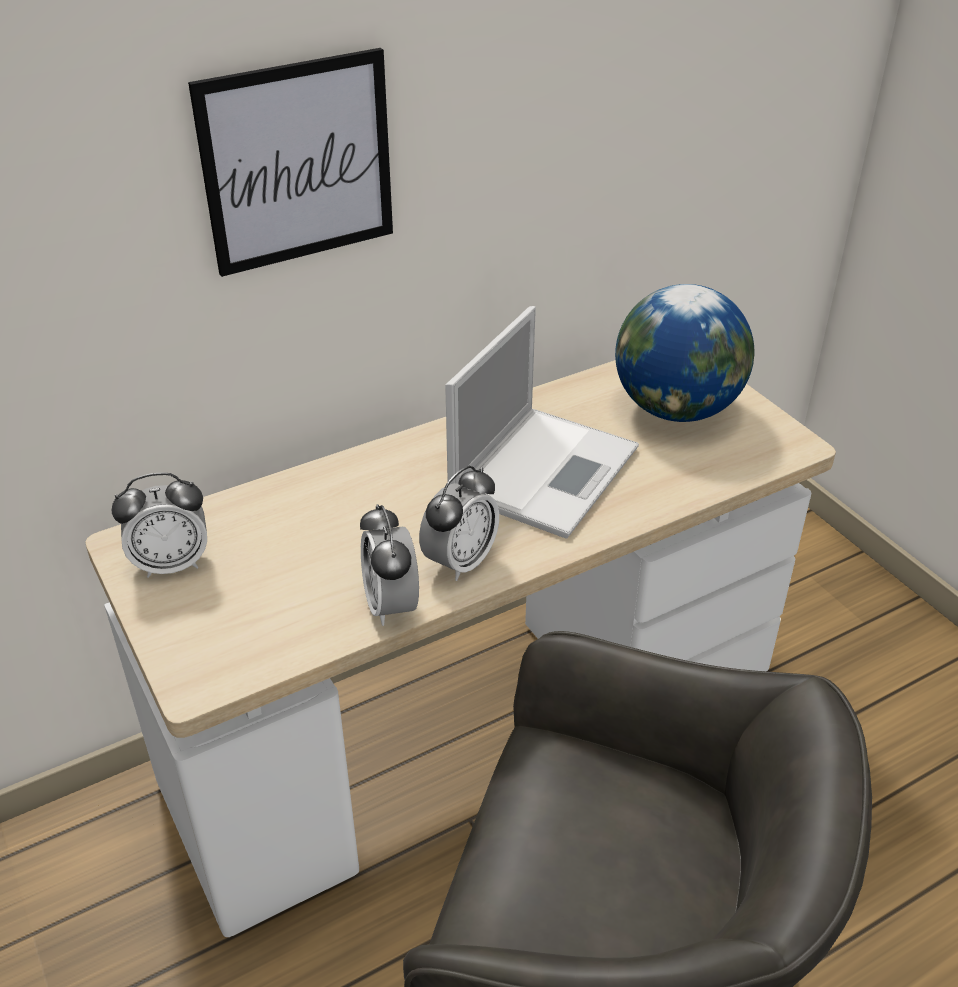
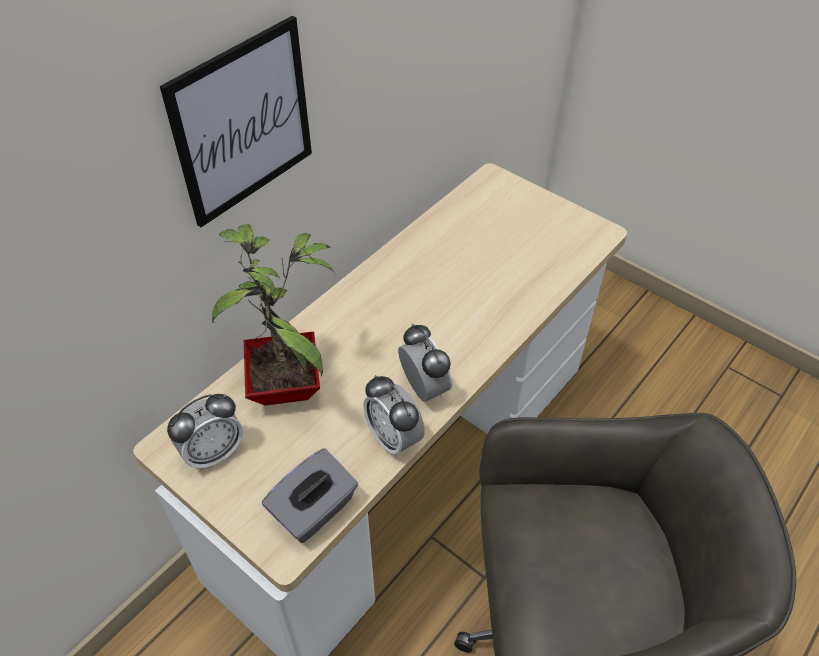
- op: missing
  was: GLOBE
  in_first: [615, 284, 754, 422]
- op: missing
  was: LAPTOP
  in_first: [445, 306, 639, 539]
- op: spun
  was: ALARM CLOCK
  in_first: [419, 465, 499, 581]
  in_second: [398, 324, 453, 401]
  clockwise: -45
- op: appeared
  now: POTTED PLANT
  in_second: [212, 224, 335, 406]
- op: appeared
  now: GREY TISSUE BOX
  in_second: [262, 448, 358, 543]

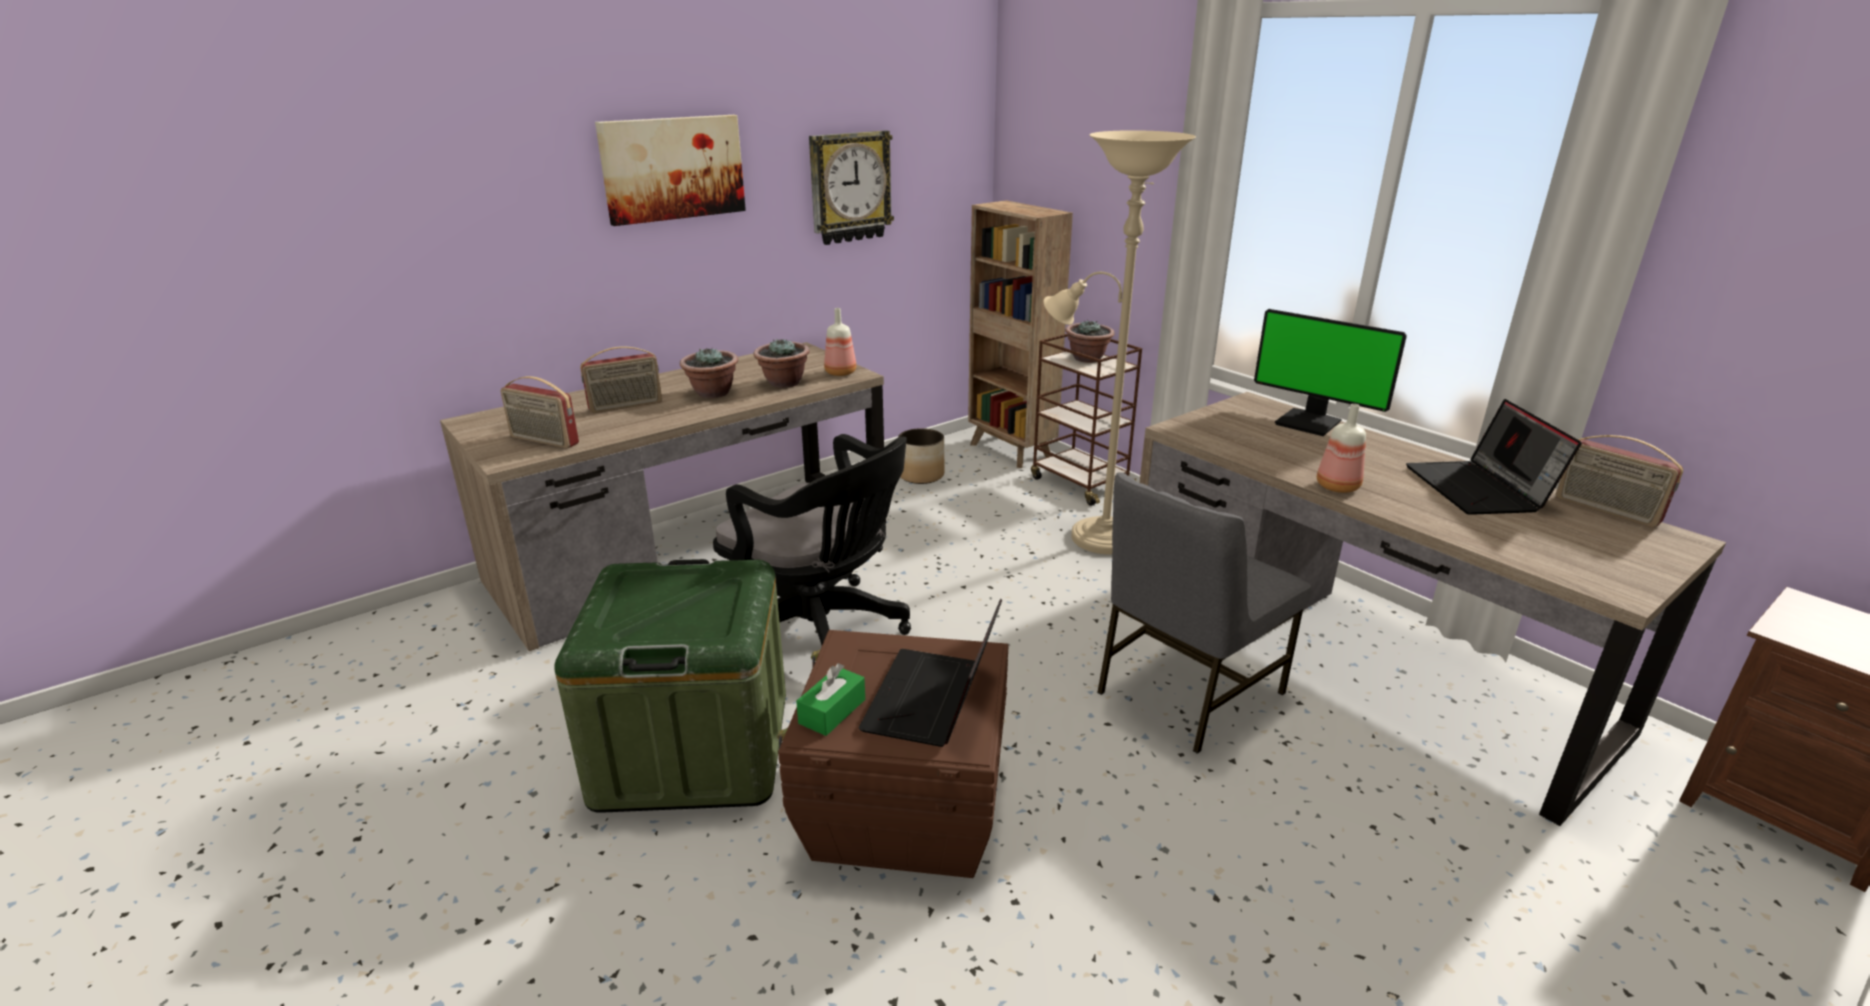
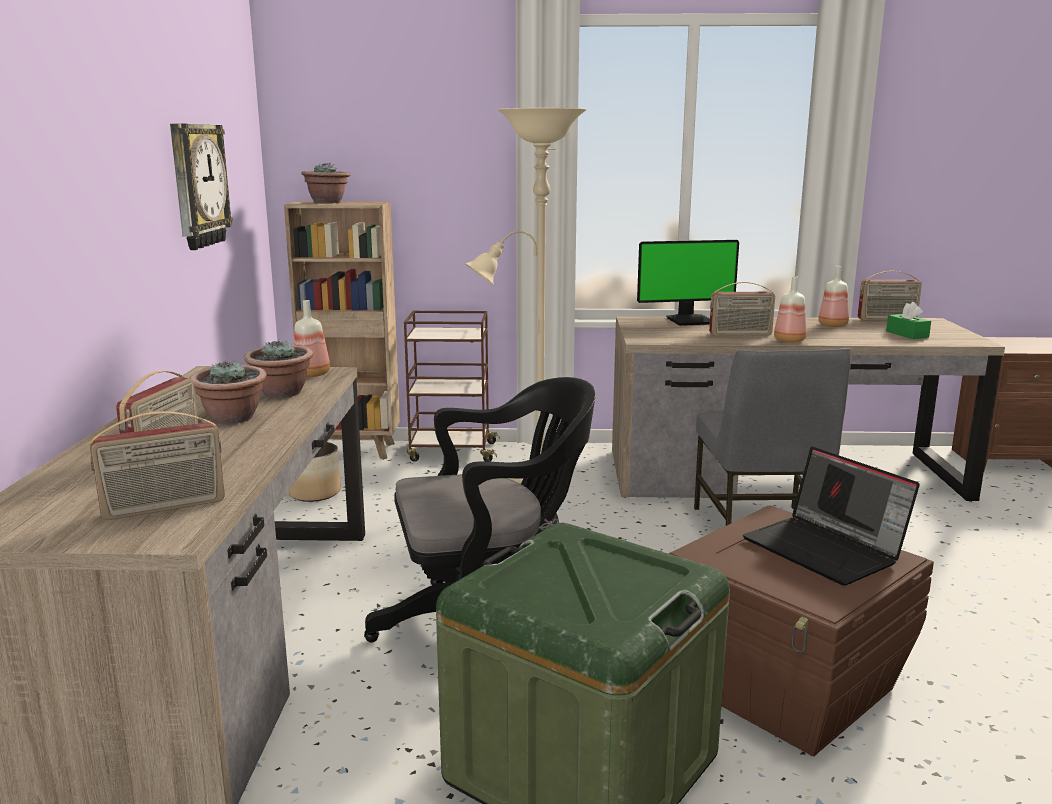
- op: missing
  was: PICTURE
  in_first: [595, 115, 746, 226]
- op: relocated
  was: POTTED PLANT
  in_first: [1066, 321, 1115, 363]
  in_second: [301, 163, 350, 203]
- op: exchanged
  was: LAPTOP
  now: BOTTLE
  in_first: [1406, 399, 1582, 515]
  in_second: [818, 266, 849, 327]
- op: relocated
  was: GREEN TISSUE BOX
  in_first: [796, 663, 865, 736]
  in_second: [886, 302, 931, 339]
- op: appeared
  now: RADIO
  in_second: [709, 282, 775, 336]

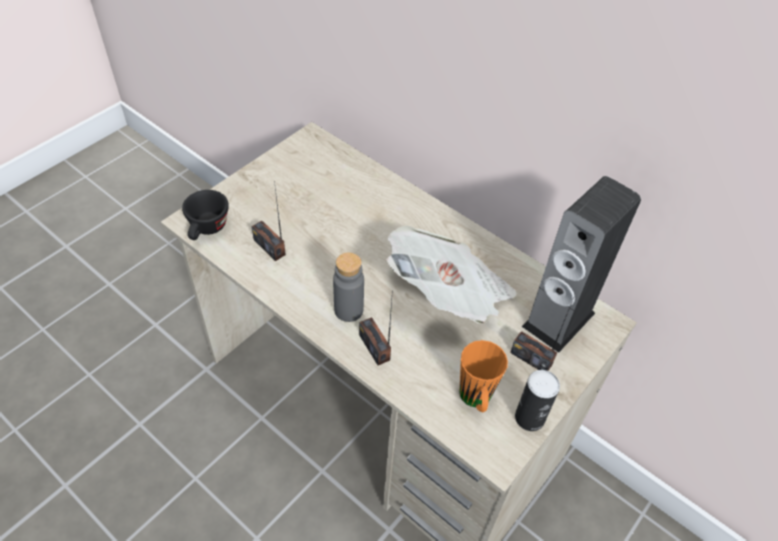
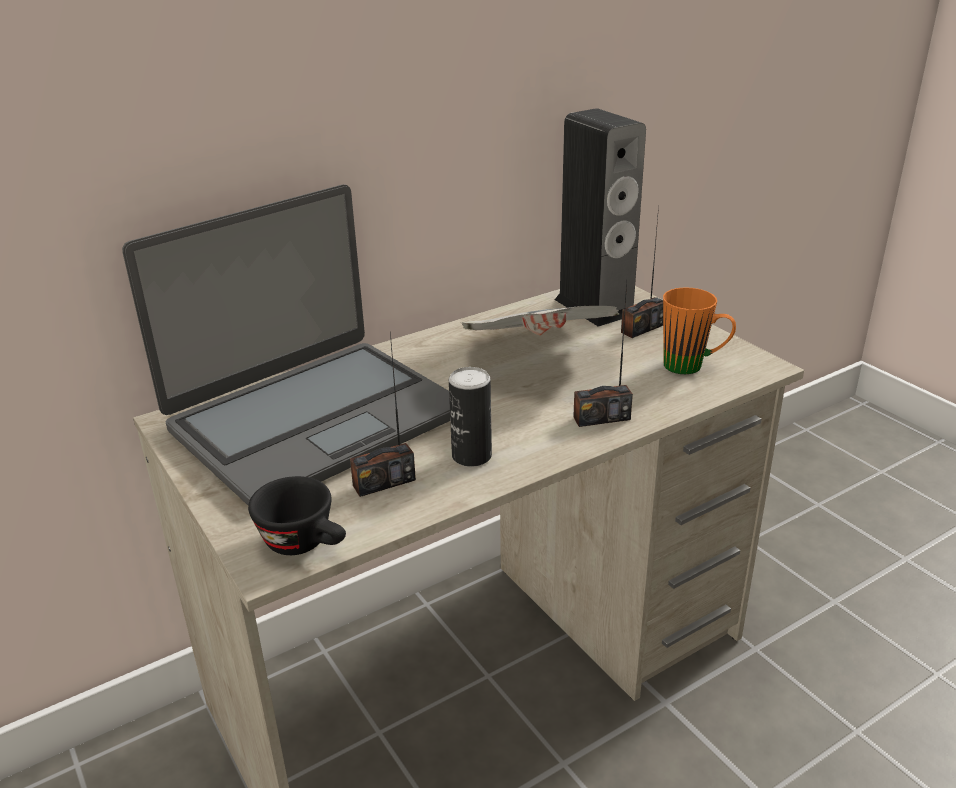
- op: missing
  was: GREY BOTTLE
  in_first: [333, 252, 364, 322]
- op: relocated
  was: CAN
  in_first: [515, 370, 560, 431]
  in_second: [449, 367, 492, 467]
- op: appeared
  now: LAPTOP
  in_second: [122, 184, 450, 505]

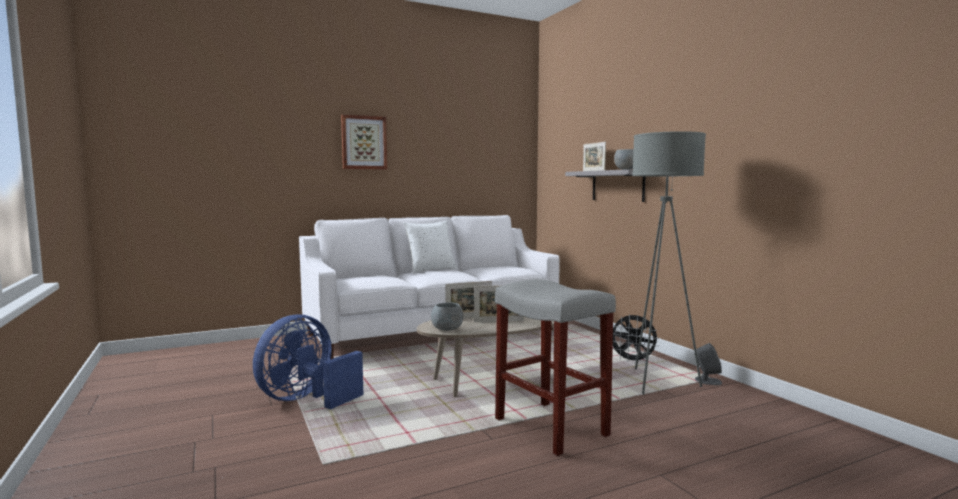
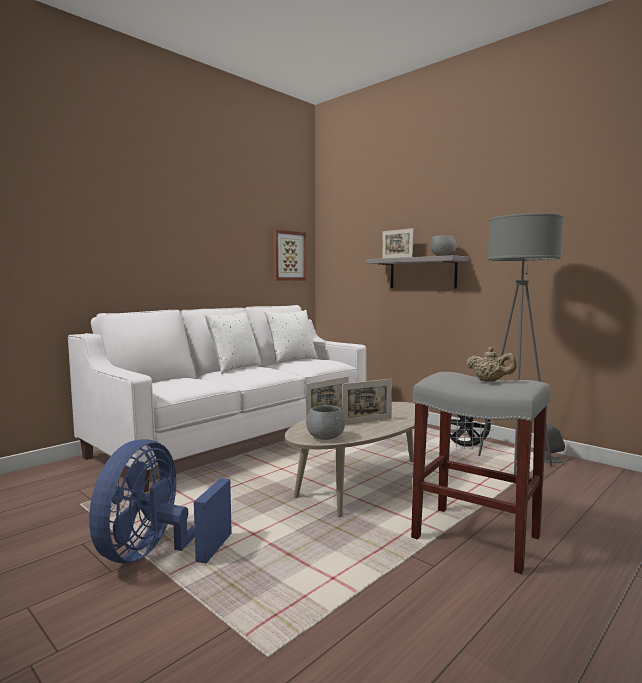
- op: relocated
  was: PICTURE
  in_first: [341, 114, 387, 170]
  in_second: [273, 229, 306, 281]
- op: appeared
  now: WHITE PILLOW
  in_second: [264, 310, 318, 364]
- op: appeared
  now: BEIGE TEAPOT
  in_second: [466, 347, 517, 381]

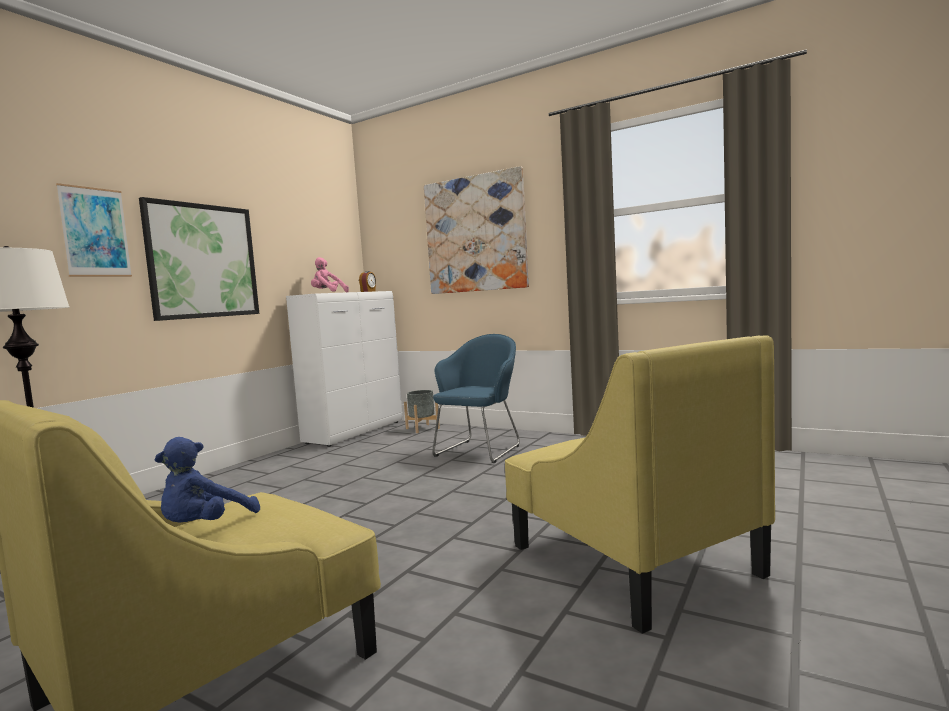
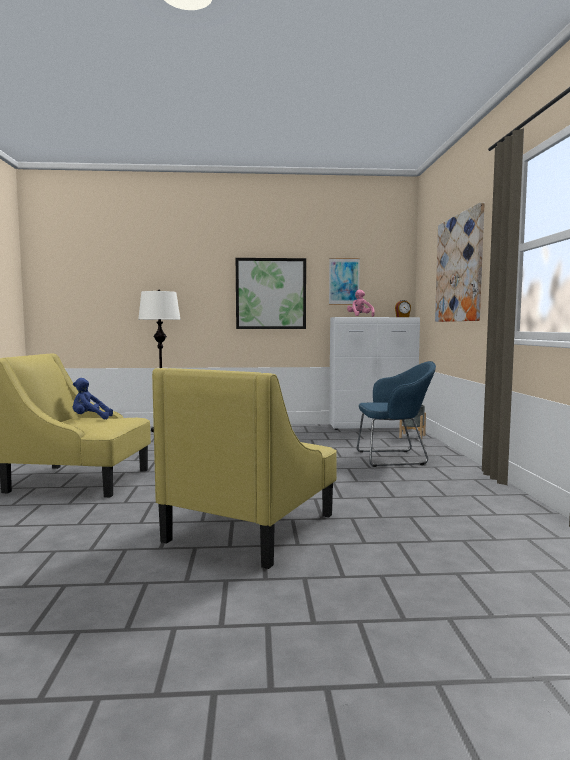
- op: relocated
  was: PICTURE
  in_first: [56, 183, 132, 277]
  in_second: [329, 258, 360, 305]

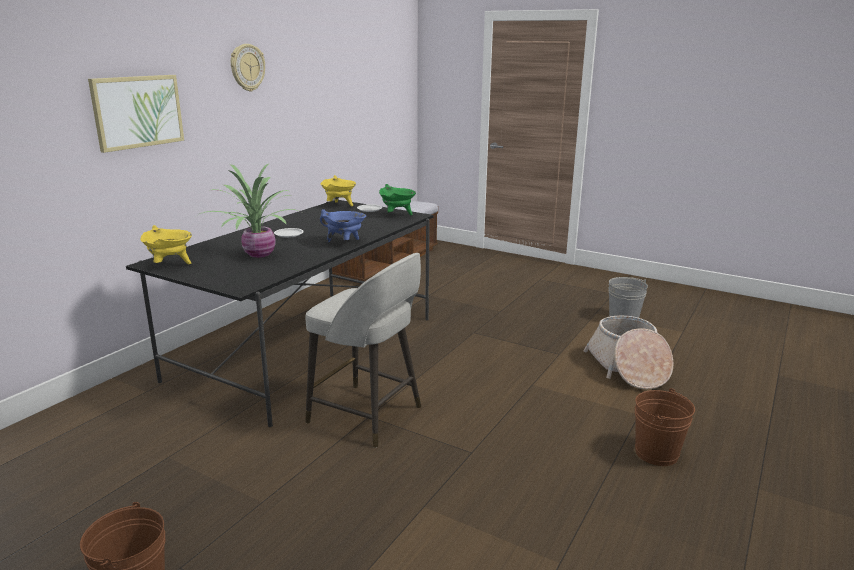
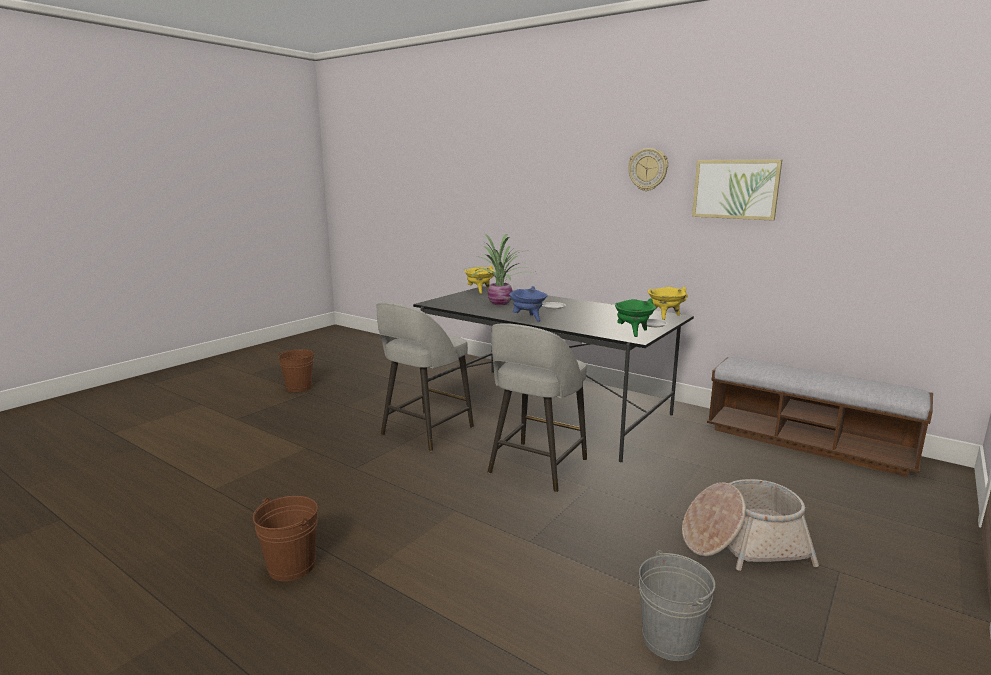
- op: relocated
  was: PICTURE
  in_first: [88, 75, 184, 153]
  in_second: [692, 159, 782, 221]
- op: relocated
  was: BASKET
  in_first: [583, 316, 674, 389]
  in_second: [682, 479, 819, 571]
- op: appeared
  now: GREY STOOL
  in_second: [488, 323, 587, 492]

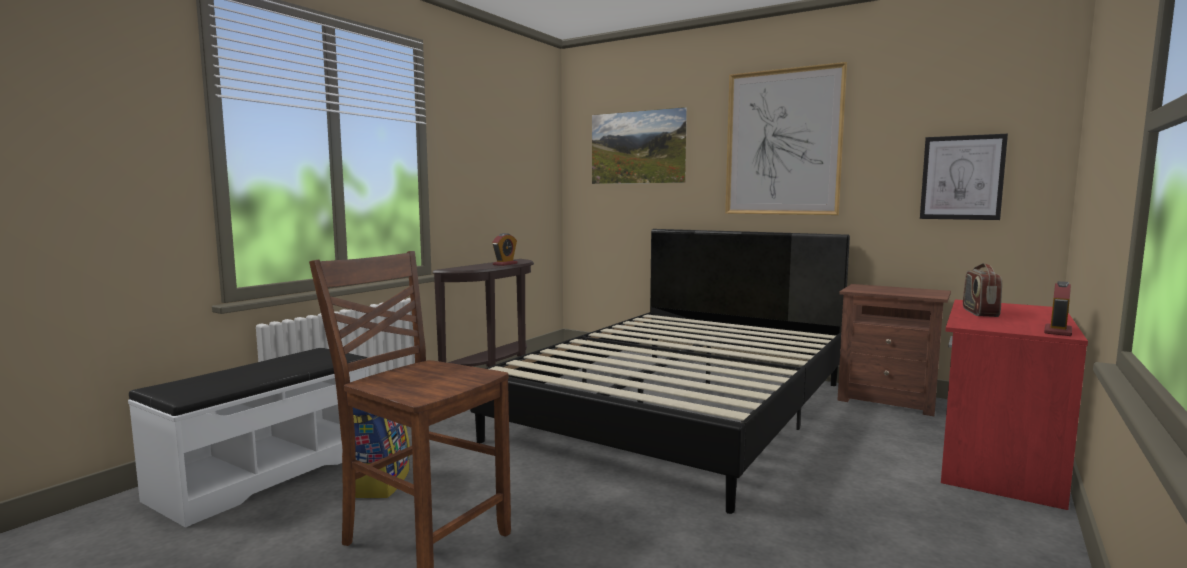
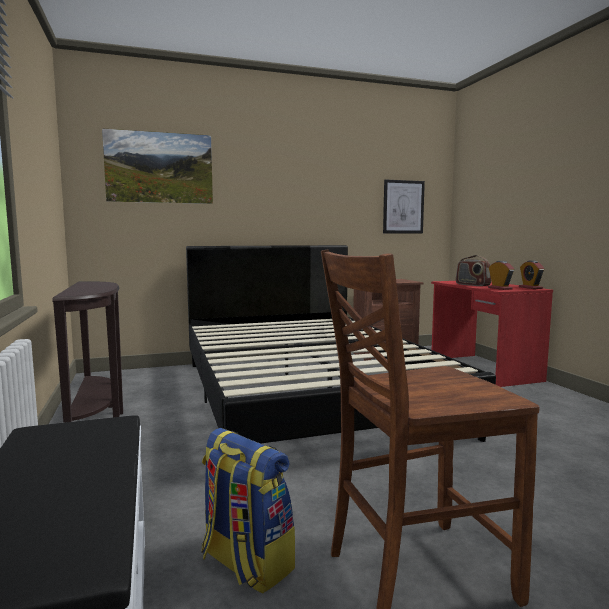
- op: missing
  was: PICTURE
  in_first: [725, 62, 847, 215]
- op: relocated
  was: ALARM CLOCK
  in_first: [492, 233, 517, 266]
  in_second: [488, 261, 514, 290]

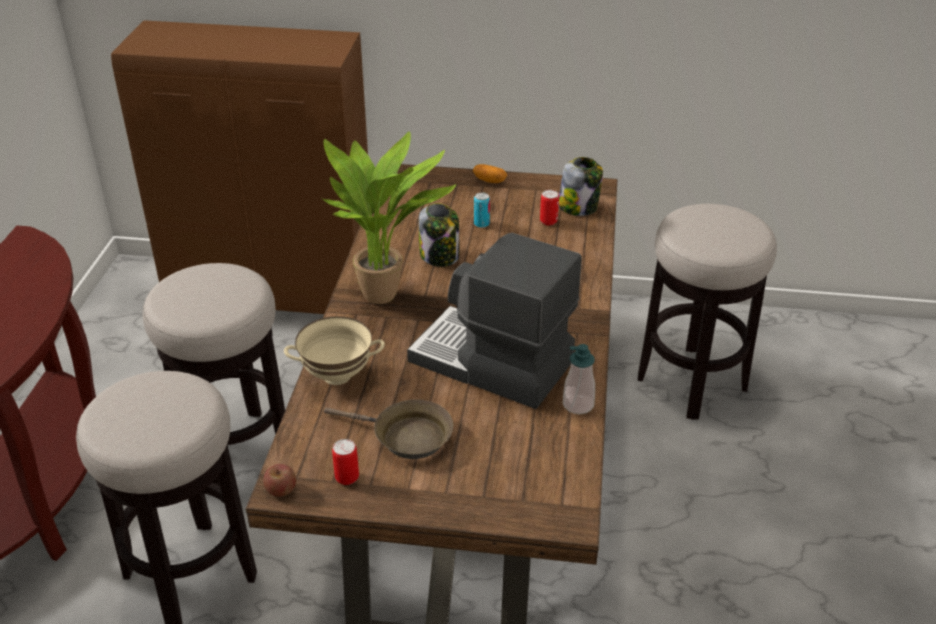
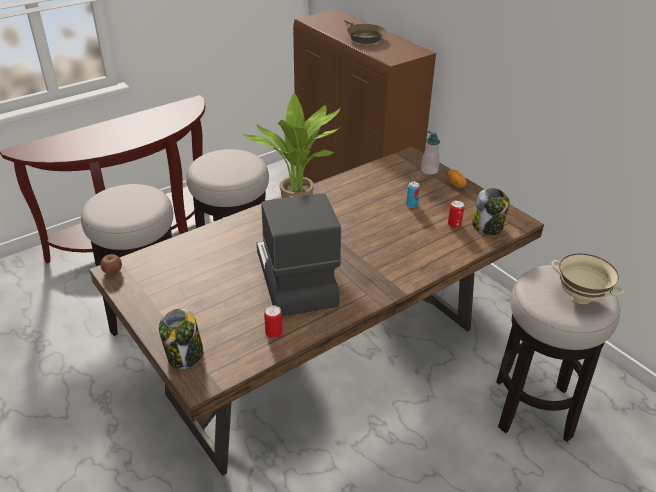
- op: relocated
  was: JAR
  in_first: [419, 203, 459, 267]
  in_second: [159, 309, 203, 369]
- op: relocated
  was: BEIGE BOWL
  in_first: [284, 316, 385, 385]
  in_second: [551, 254, 625, 304]
- op: relocated
  was: SOAP DISPENSER
  in_first: [563, 344, 595, 414]
  in_second: [421, 131, 440, 175]
- op: relocated
  was: BROWN FRYING PAN
  in_first: [324, 399, 453, 459]
  in_second: [344, 19, 386, 44]
- op: relocated
  was: CAN
  in_first: [332, 439, 359, 485]
  in_second: [264, 305, 282, 338]

